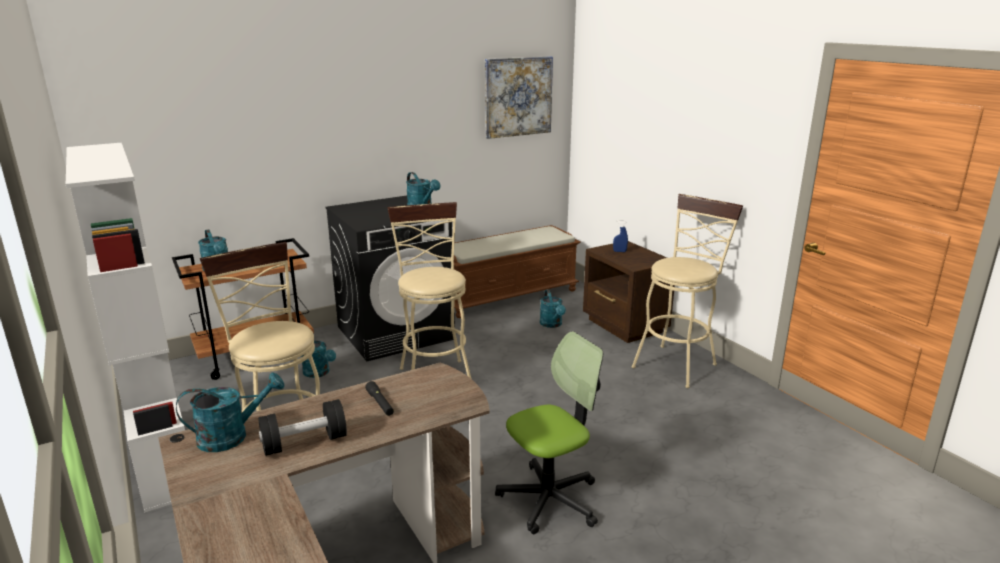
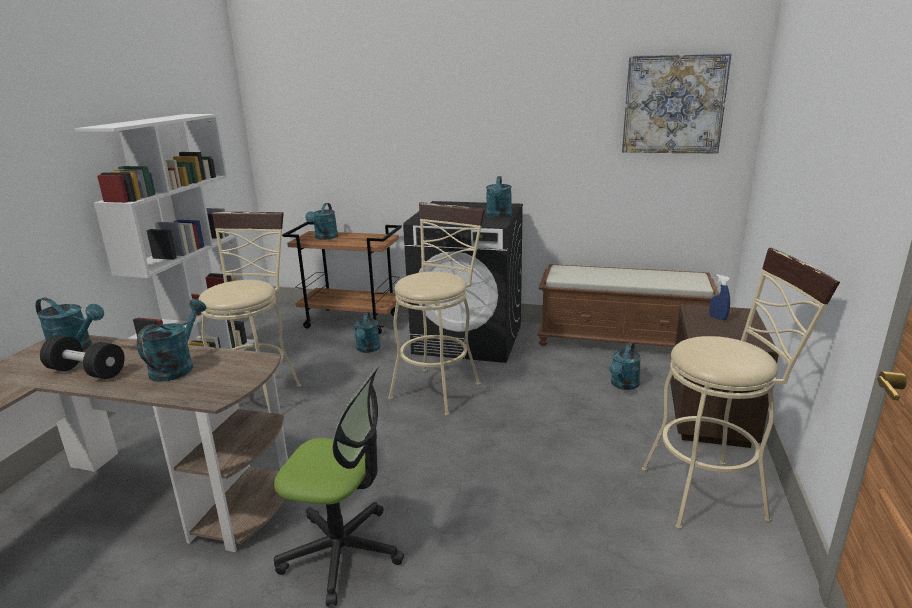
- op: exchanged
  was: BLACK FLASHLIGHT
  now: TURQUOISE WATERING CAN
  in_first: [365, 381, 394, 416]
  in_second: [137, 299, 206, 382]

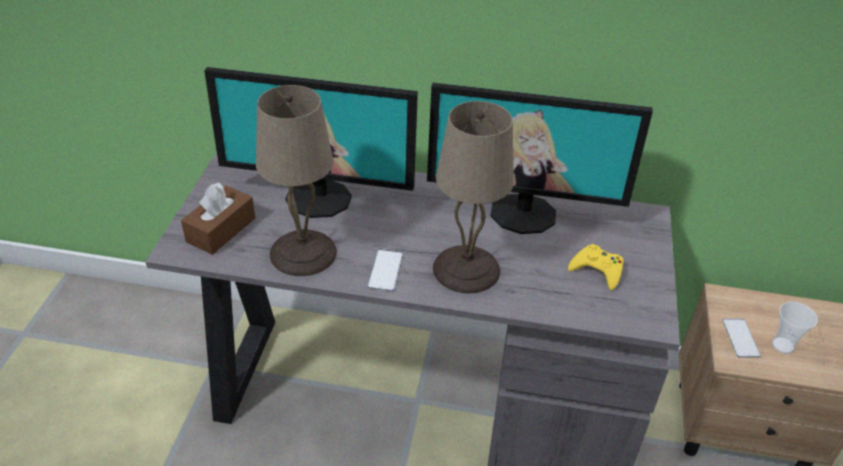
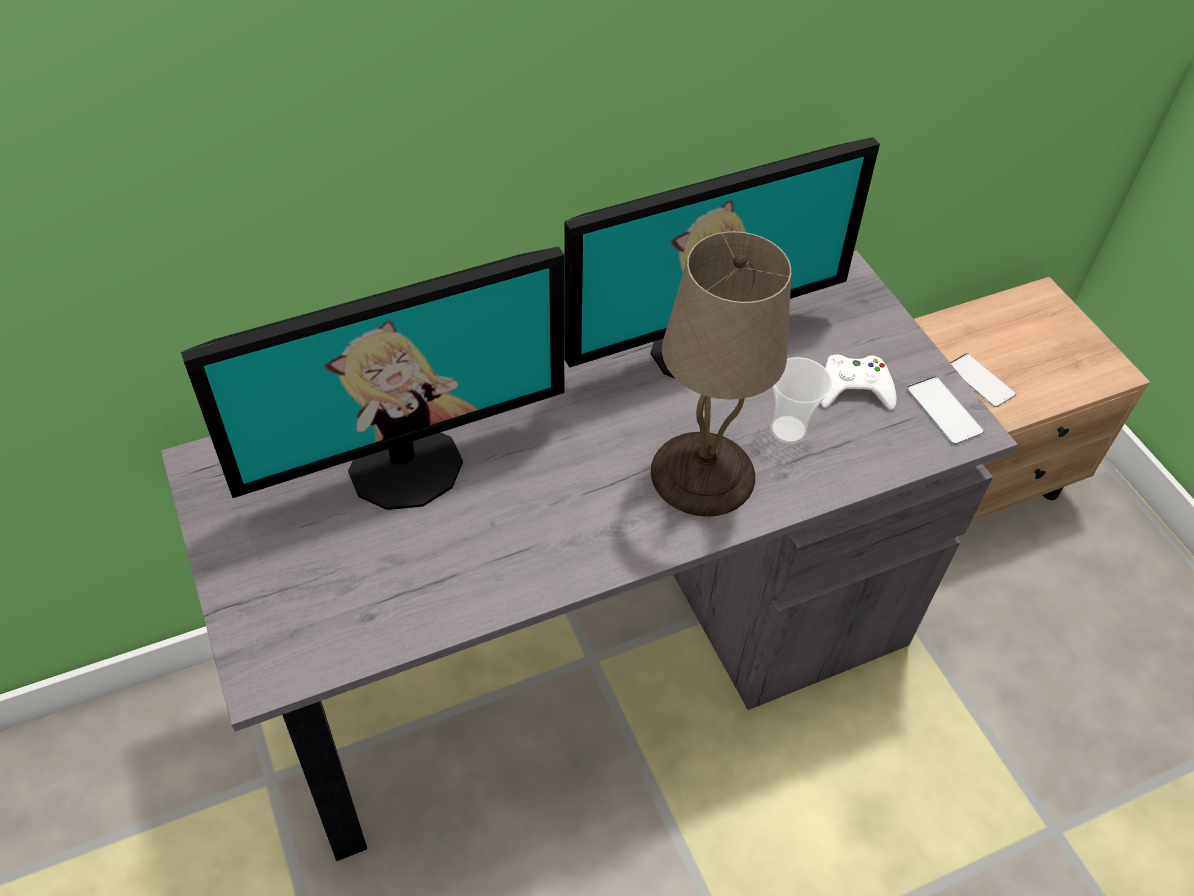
- op: missing
  was: BEIGE TABLE LAMP
  in_first: [256, 85, 337, 276]
- op: missing
  was: BROWN TISSUE BOX
  in_first: [181, 183, 255, 255]
- op: colour
  was: YELLOW GAME CONTROLLER
  now: WHITE GAME CONTROLLER
  in_first: [568, 244, 623, 290]
  in_second: [821, 355, 897, 410]
- op: relocated
  was: PHONE
  in_first: [368, 249, 403, 291]
  in_second: [907, 376, 984, 445]
- op: relocated
  was: CUP
  in_first: [772, 302, 818, 354]
  in_second: [770, 357, 832, 444]

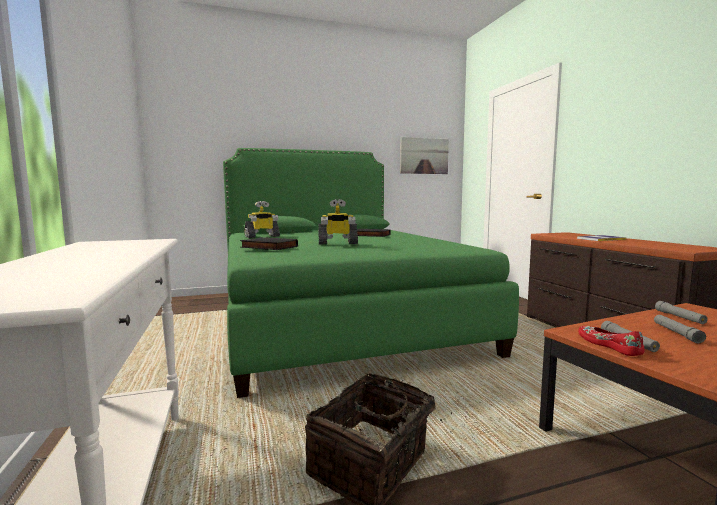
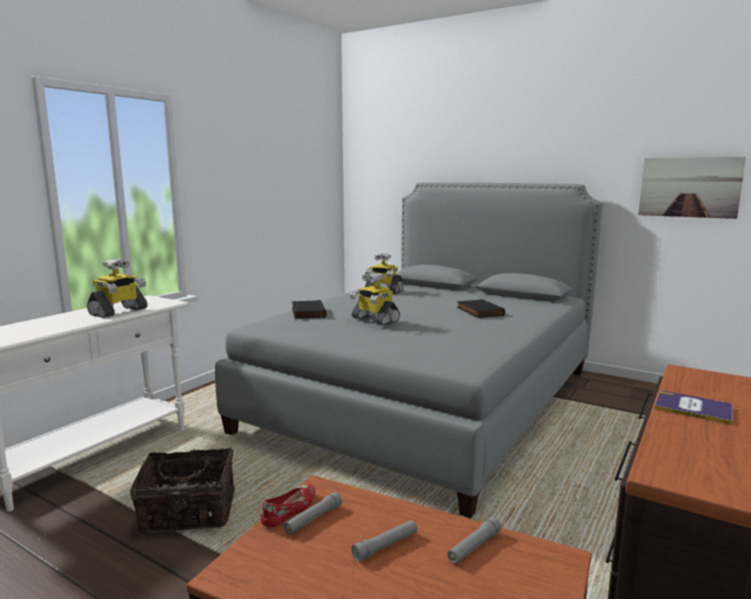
- op: colour
  was: GREEN BED
  now: GREY BED
  in_first: [223, 148, 519, 398]
  in_second: [215, 182, 602, 519]
- op: appeared
  now: TOY ROBOT
  in_second: [87, 259, 148, 318]

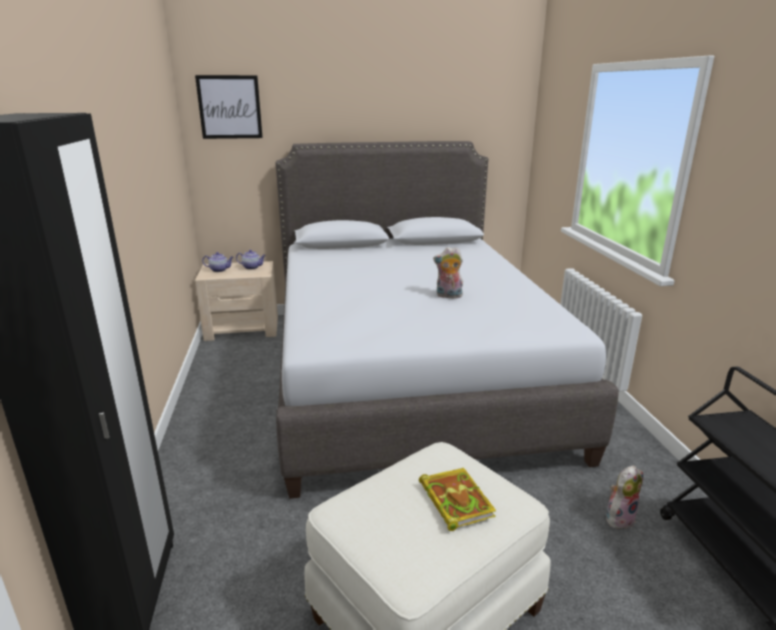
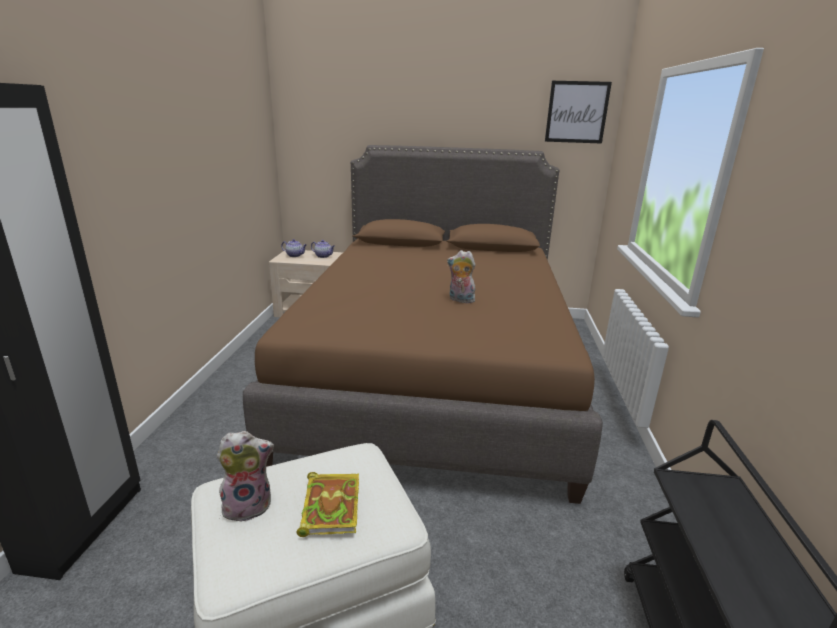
- op: relocated
  was: PICTURE
  in_first: [195, 75, 263, 139]
  in_second: [545, 81, 612, 144]
- op: colour
  was: GREY BED
  now: BROWN BED
  in_first: [275, 141, 619, 499]
  in_second: [243, 145, 603, 504]
- op: relocated
  was: PLUSH TOY
  in_first: [606, 465, 643, 529]
  in_second: [217, 431, 274, 524]

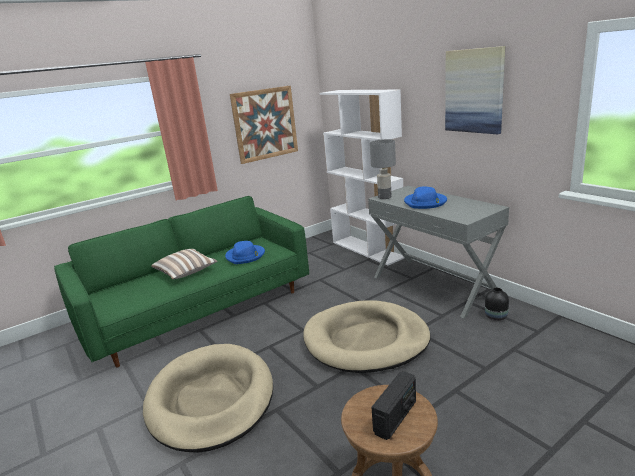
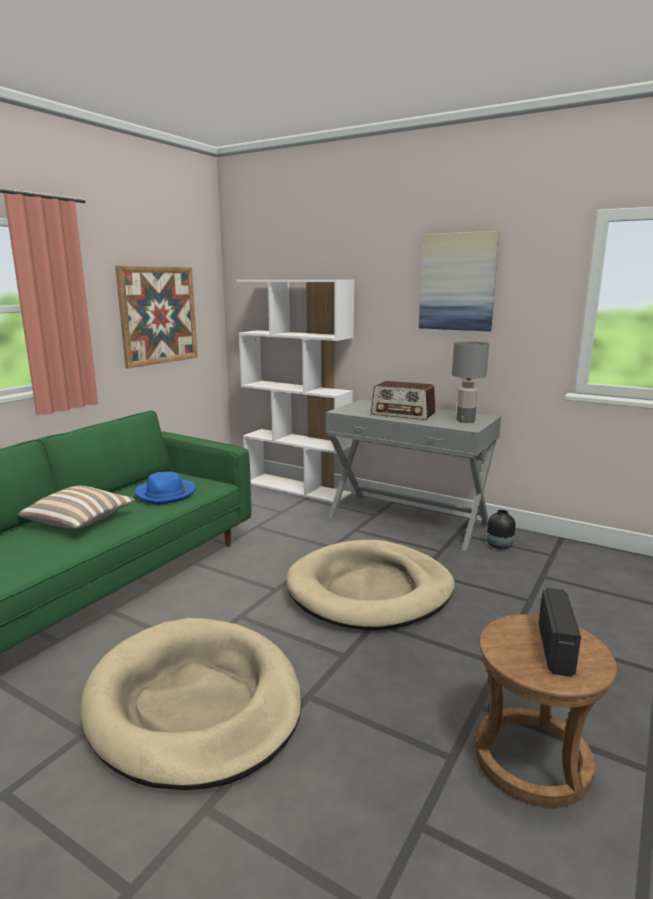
- op: relocated
  was: GREY TABLE LAMP
  in_first: [370, 139, 396, 199]
  in_second: [452, 341, 489, 423]
- op: exchanged
  was: BLUE HAT
  now: RADIO
  in_first: [404, 186, 447, 209]
  in_second: [371, 381, 435, 420]

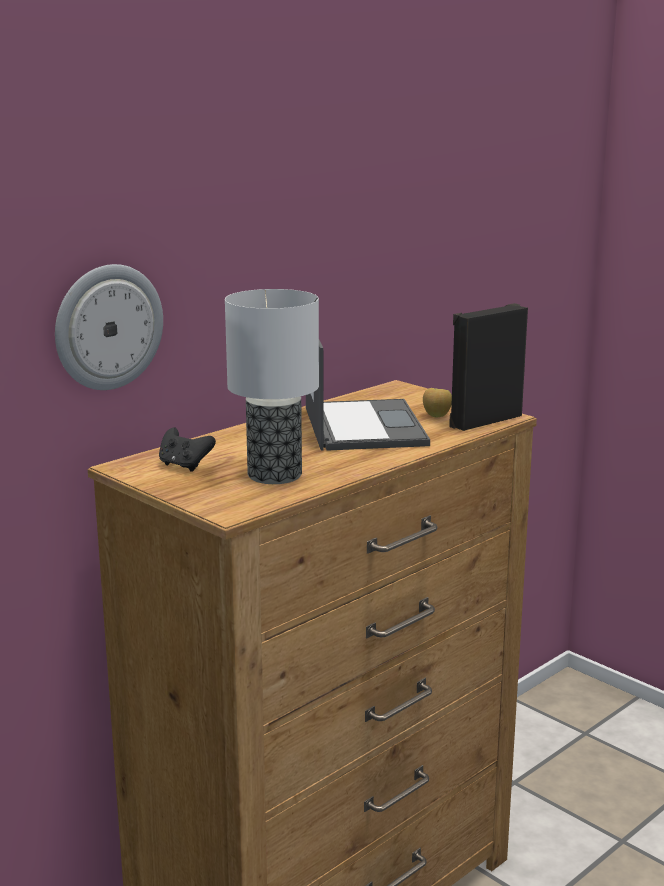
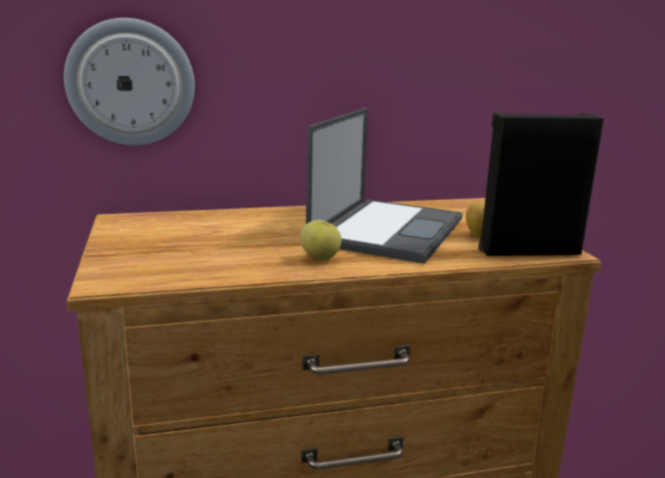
- op: missing
  was: TABLE LAMP
  in_first: [225, 289, 319, 484]
- op: missing
  was: BLACK GAME CONTROLLER
  in_first: [159, 428, 216, 472]
- op: appeared
  now: APPLE
  in_second: [300, 220, 341, 261]

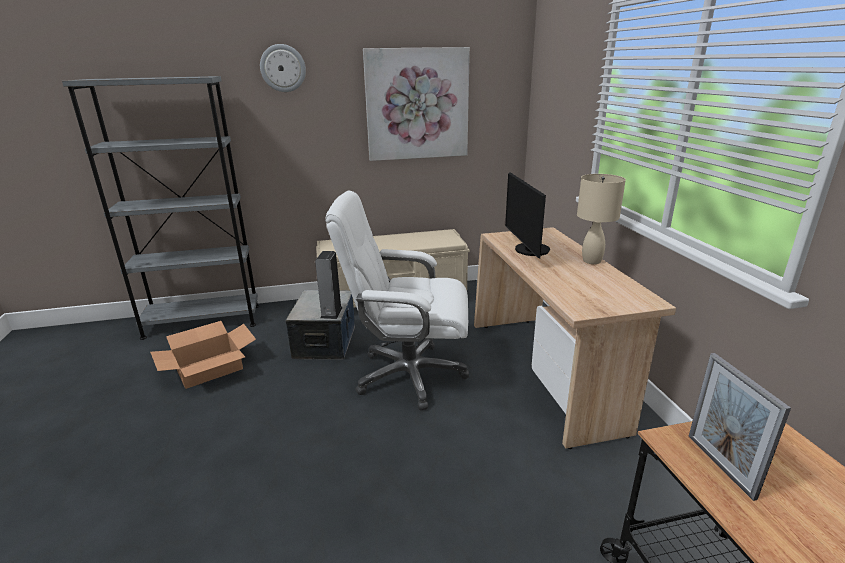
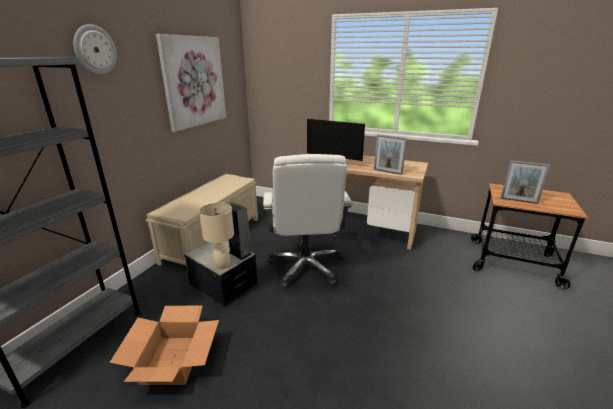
- op: relocated
  was: BEIGE TABLE LAMP
  in_first: [577, 174, 626, 264]
  in_second: [199, 203, 234, 269]
- op: spun
  was: WHITE OFFICE CHAIR
  in_first: [325, 191, 469, 410]
  in_second: [263, 154, 352, 289]
  clockwise: -45
- op: appeared
  now: PICTURE FRAME
  in_second: [374, 134, 407, 175]

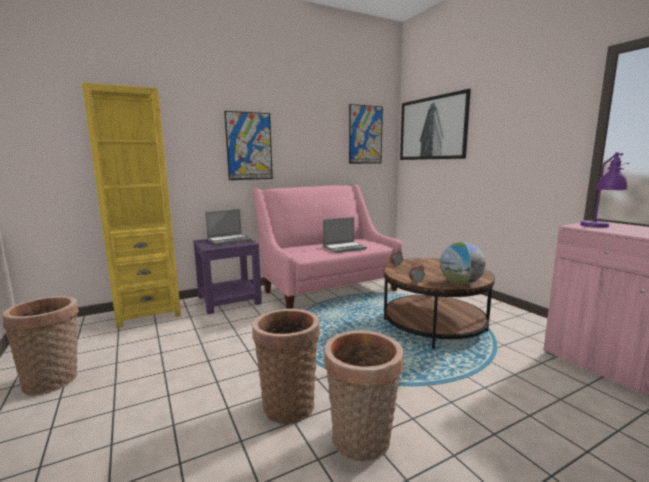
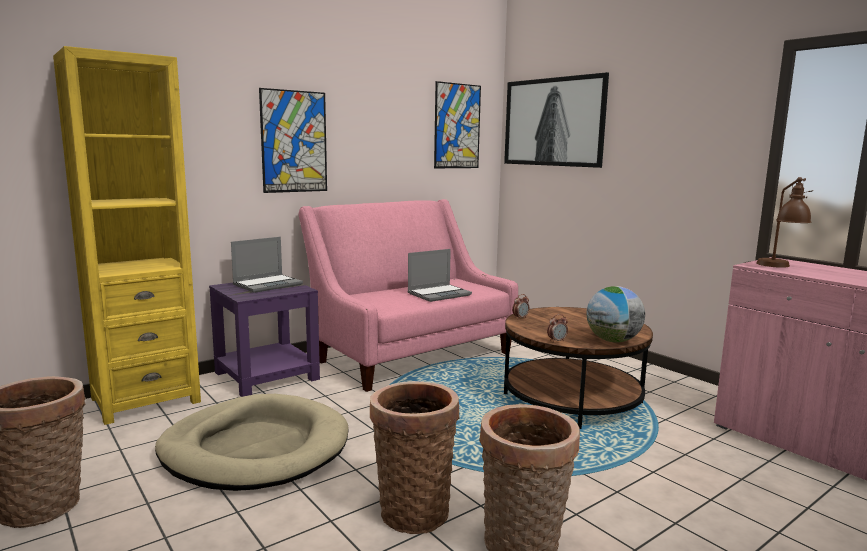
- op: colour
  was: PURPLE TABLE LAMP
  now: BROWN TABLE LAMP
  in_first: [580, 152, 629, 228]
  in_second: [756, 177, 813, 268]
- op: appeared
  now: BEIGE DOG BED
  in_second: [155, 394, 349, 491]

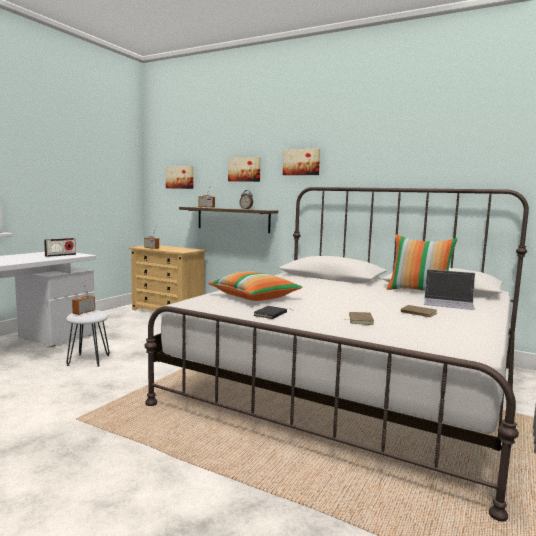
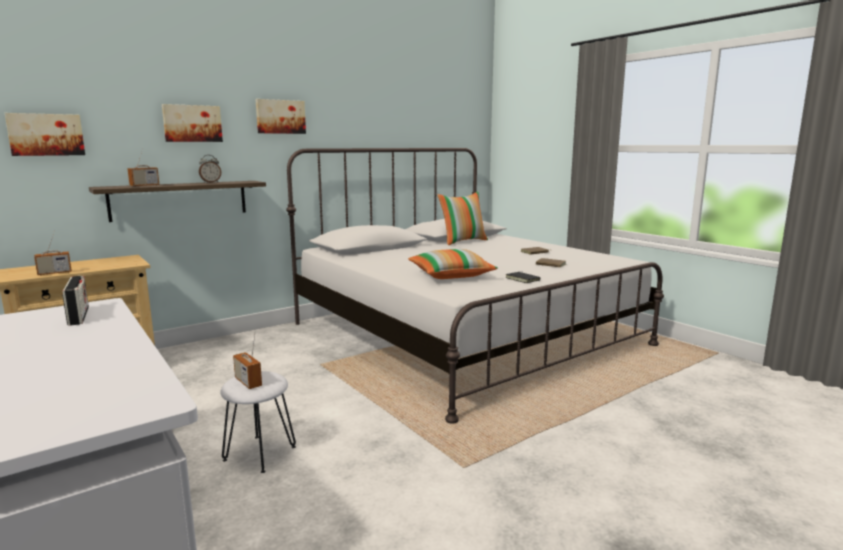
- op: missing
  was: LAPTOP
  in_first: [424, 269, 475, 310]

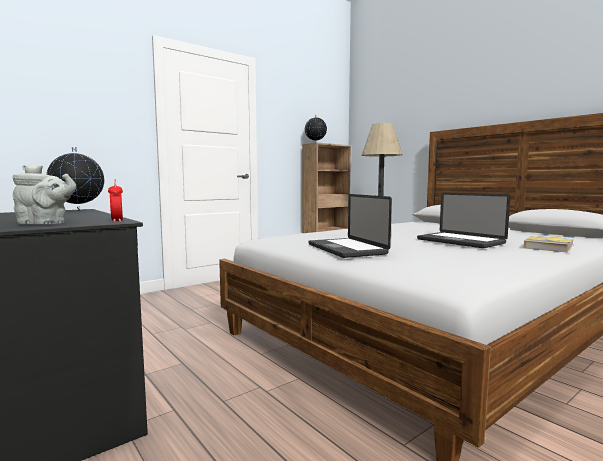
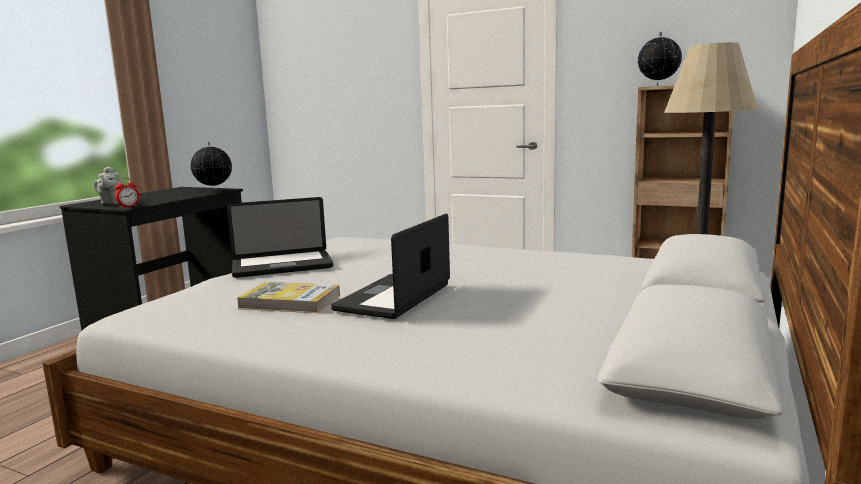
- op: spun
  was: LAPTOP
  in_first: [308, 194, 392, 258]
  in_second: [227, 197, 334, 278]
  clockwise: -150
- op: relocated
  was: BOOK
  in_first: [524, 235, 574, 253]
  in_second: [237, 282, 340, 313]

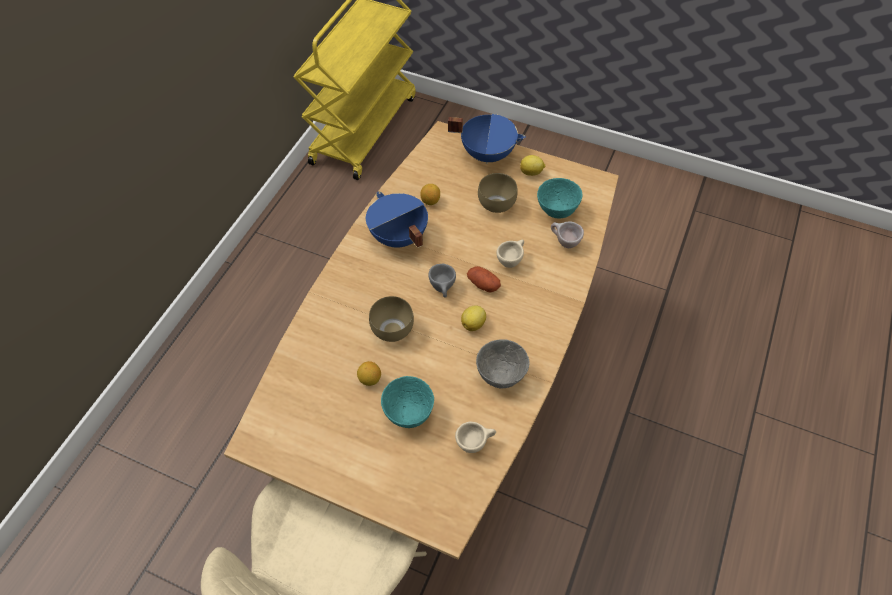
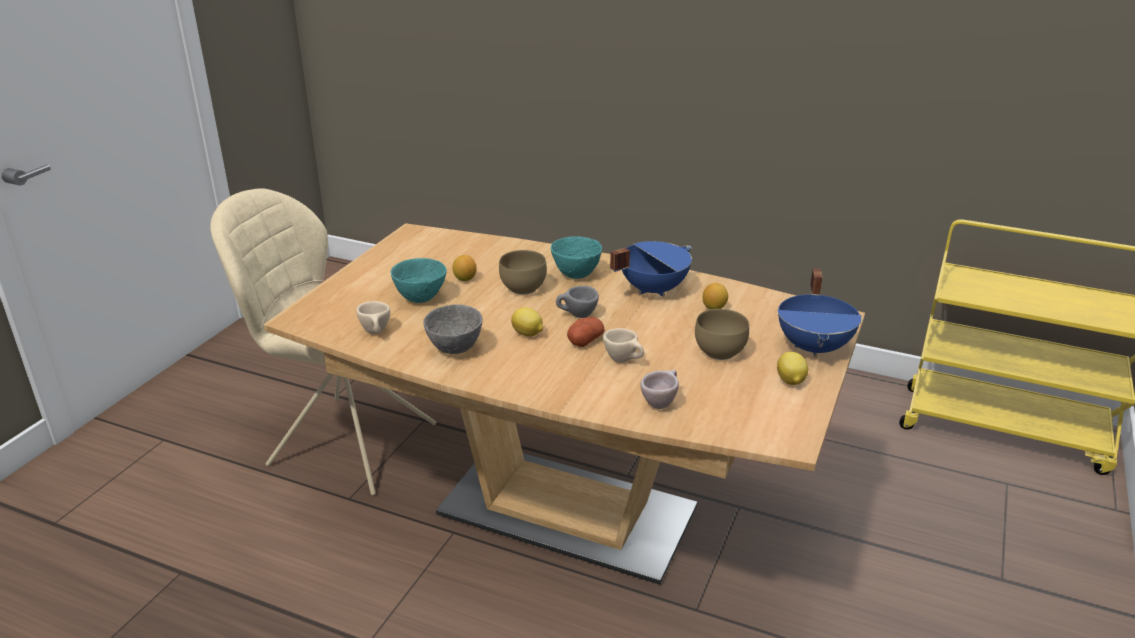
- op: relocated
  was: TURQUOISE BOWL
  in_first: [537, 178, 582, 219]
  in_second: [551, 236, 602, 279]

